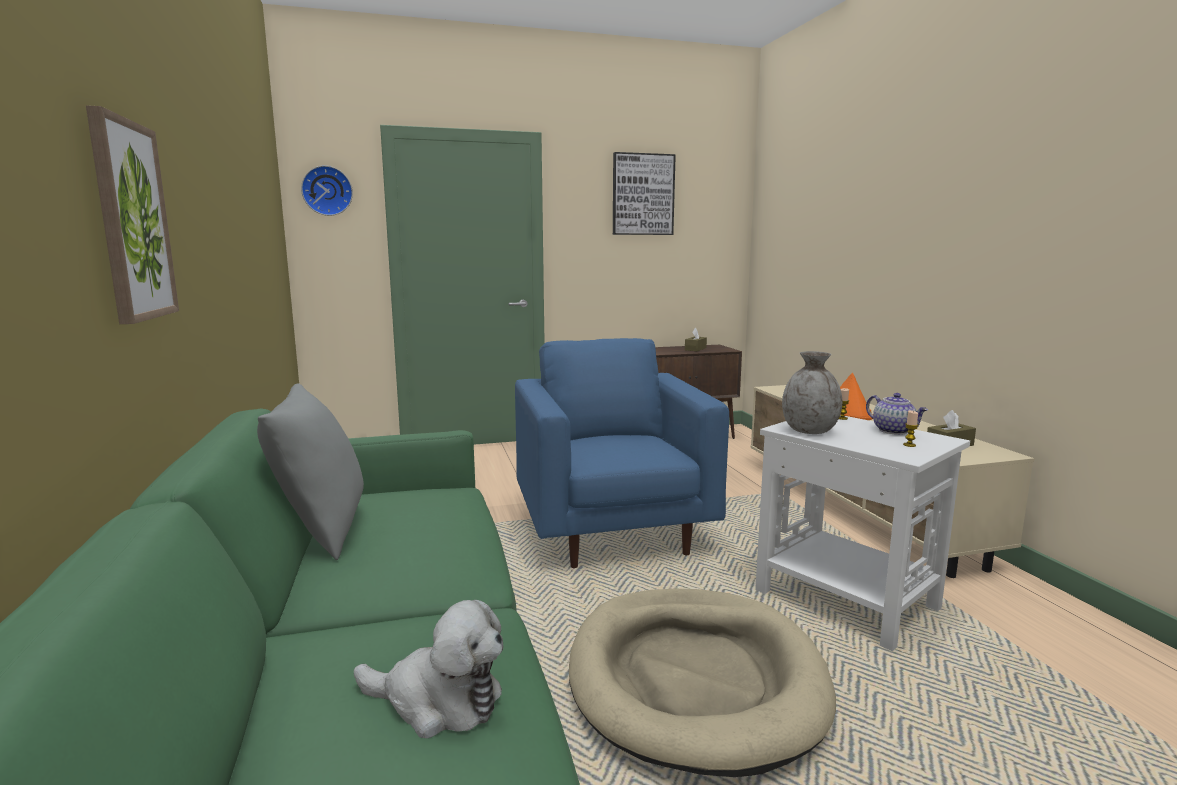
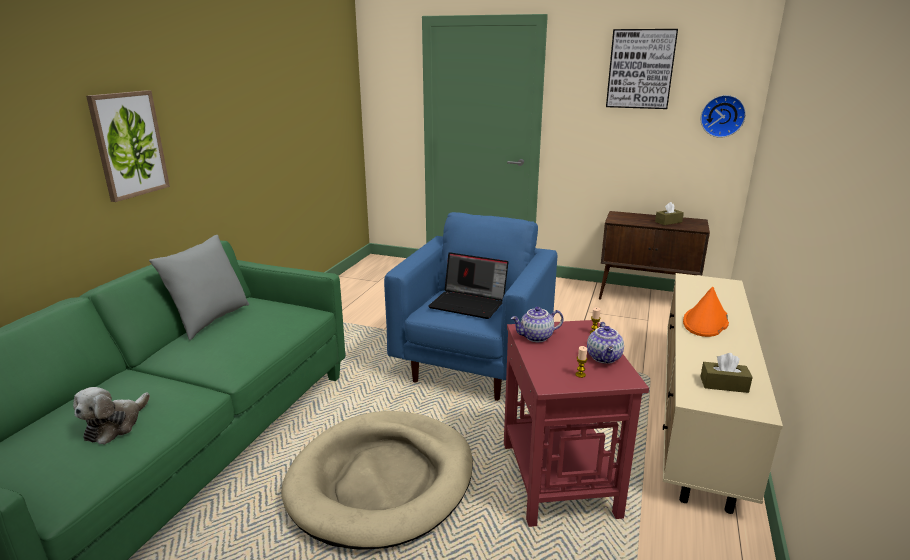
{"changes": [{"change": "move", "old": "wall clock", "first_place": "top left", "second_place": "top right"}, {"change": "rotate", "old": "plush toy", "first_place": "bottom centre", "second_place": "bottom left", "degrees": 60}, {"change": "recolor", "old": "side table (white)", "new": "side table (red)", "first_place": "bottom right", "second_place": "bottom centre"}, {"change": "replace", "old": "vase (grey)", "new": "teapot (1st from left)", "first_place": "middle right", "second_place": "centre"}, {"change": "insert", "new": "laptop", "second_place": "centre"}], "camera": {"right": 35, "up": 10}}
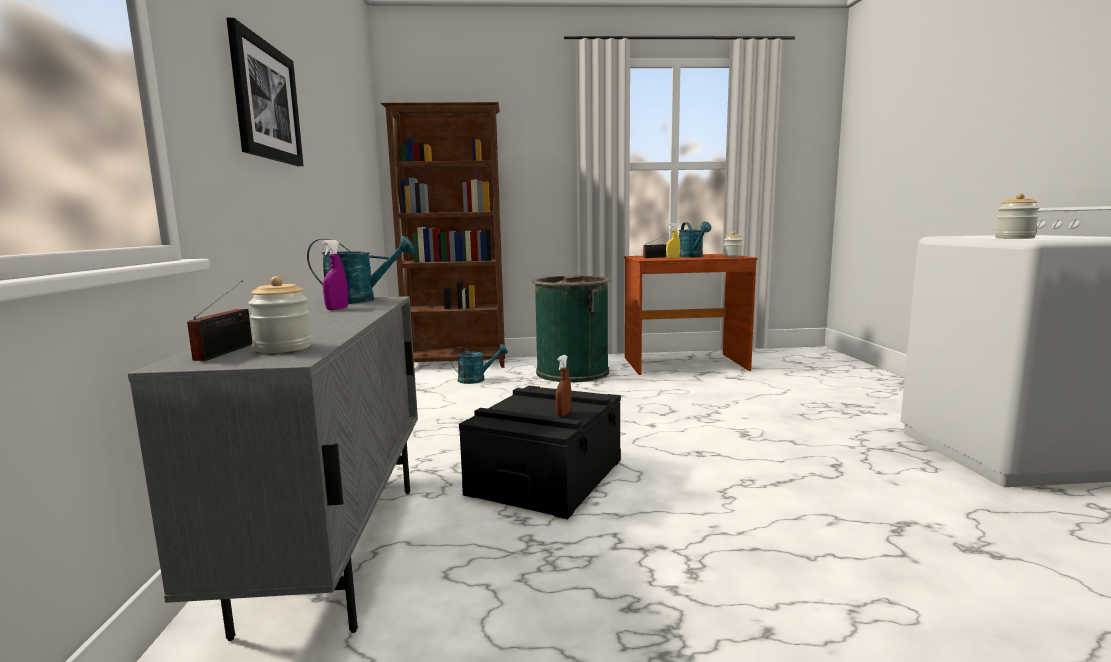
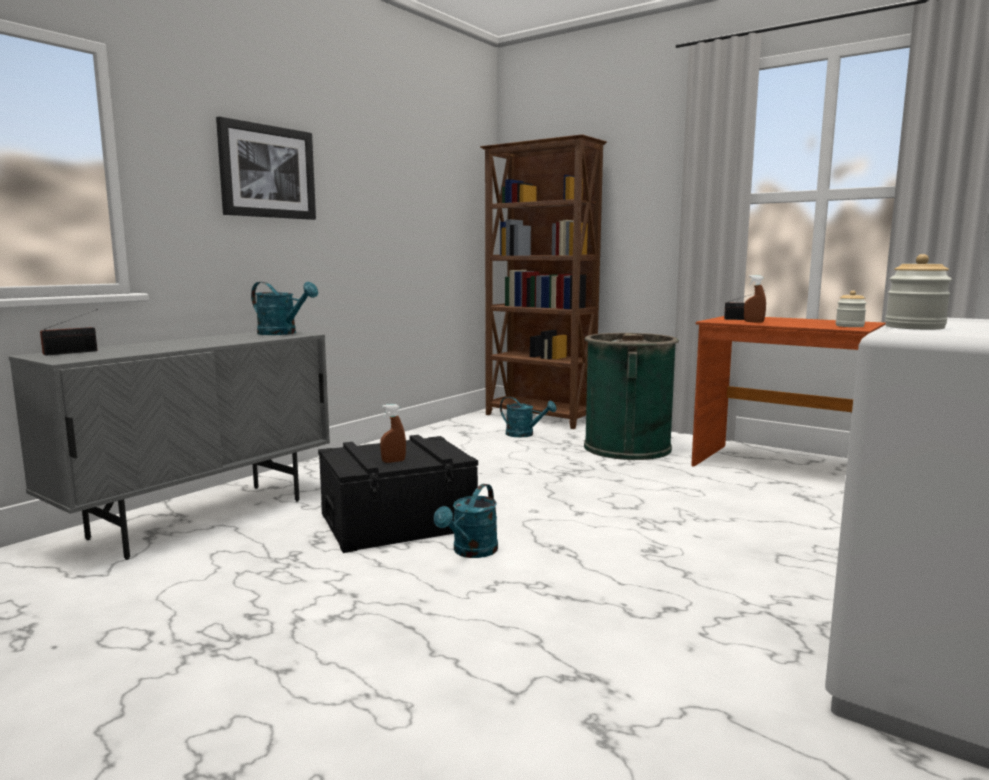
{"changes": [{"change": "delete", "old": "jar (1st from left)", "first_place": "middle left"}, {"change": "delete", "old": "spray bottle (purple)", "first_place": "middle left"}, {"change": "recolor", "old": "spray bottle (yellow)", "new": "spray bottle (brown) (2nd from left)", "first_place": "centre", "second_place": "middle right"}, {"change": "move", "old": "watering can (turquoise) (3rd from left in the first image)", "new": "watering can (turquoise) (2nd from left)", "first_place": "centre", "second_place": "bottom centre"}], "camera": {"right": 40, "up": 0}}
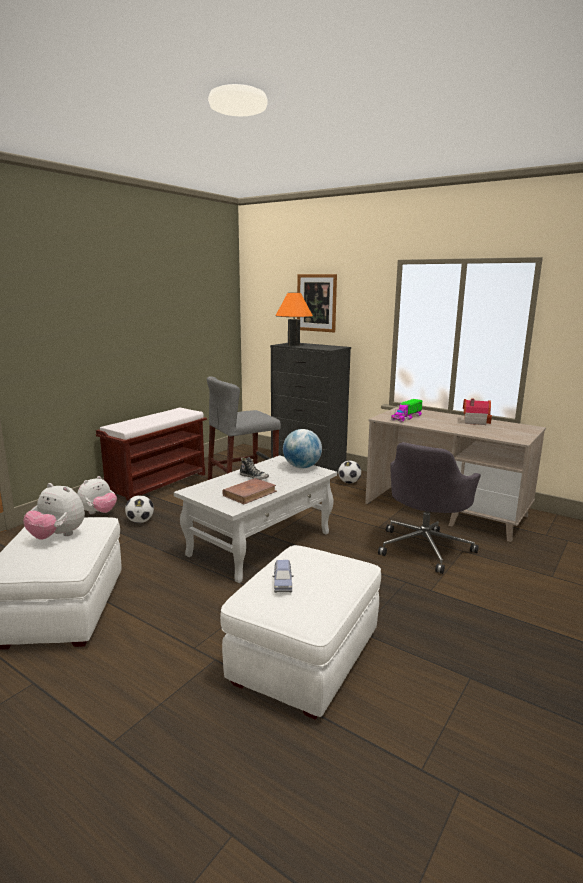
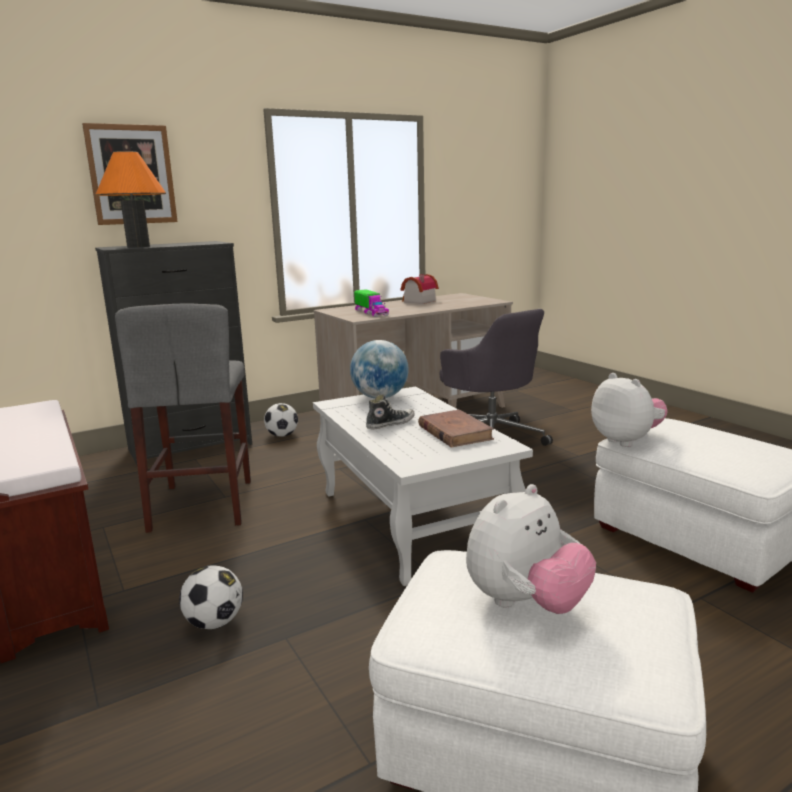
{"changes": [{"change": "move", "old": "plush toy (2nd from left)", "first_place": "middle left", "second_place": "middle right"}, {"change": "delete", "old": "toy car (blue)", "first_place": "centre"}], "camera": {"right": -65, "up": 0}}
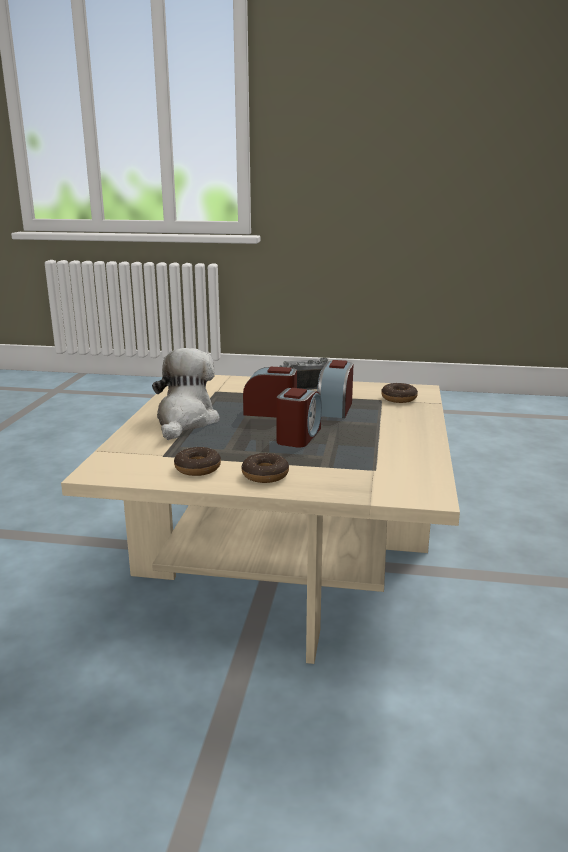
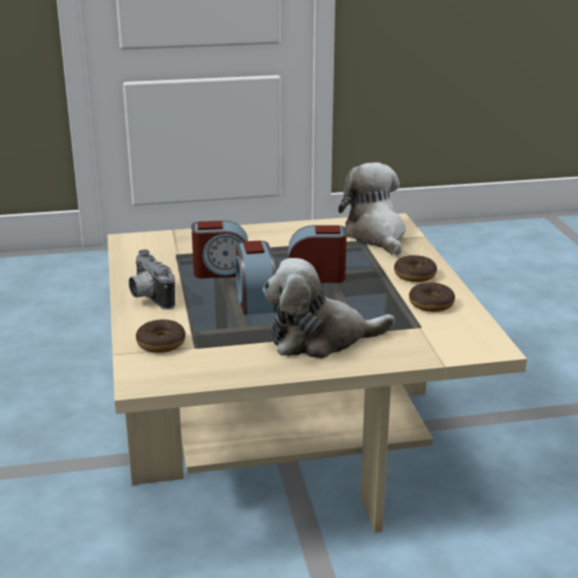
{"changes": [{"change": "move", "old": "donut (3rd from left in the first image)", "new": "donut (1st from left)", "first_place": "middle right", "second_place": "middle left"}, {"change": "insert", "new": "plush toy (2nd from left)", "second_place": "centre"}], "camera": {"right": -110, "up": 5}}
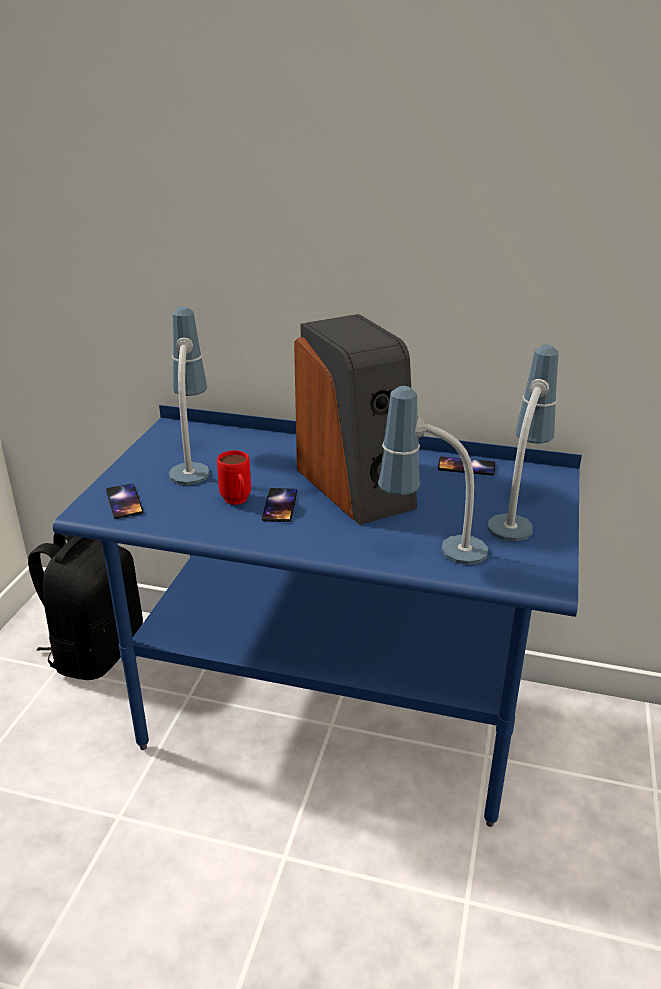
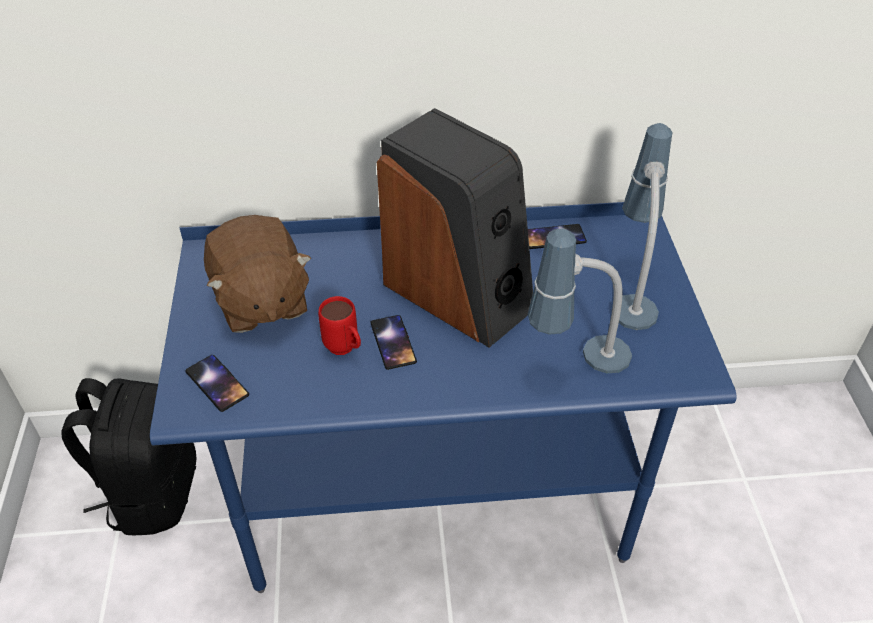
{"changes": [{"change": "replace", "old": "table lamp (1st from left)", "new": "plush toy (brown)", "first_place": "middle left", "second_place": "middle left"}], "camera": {"right": -20, "up": 15}}
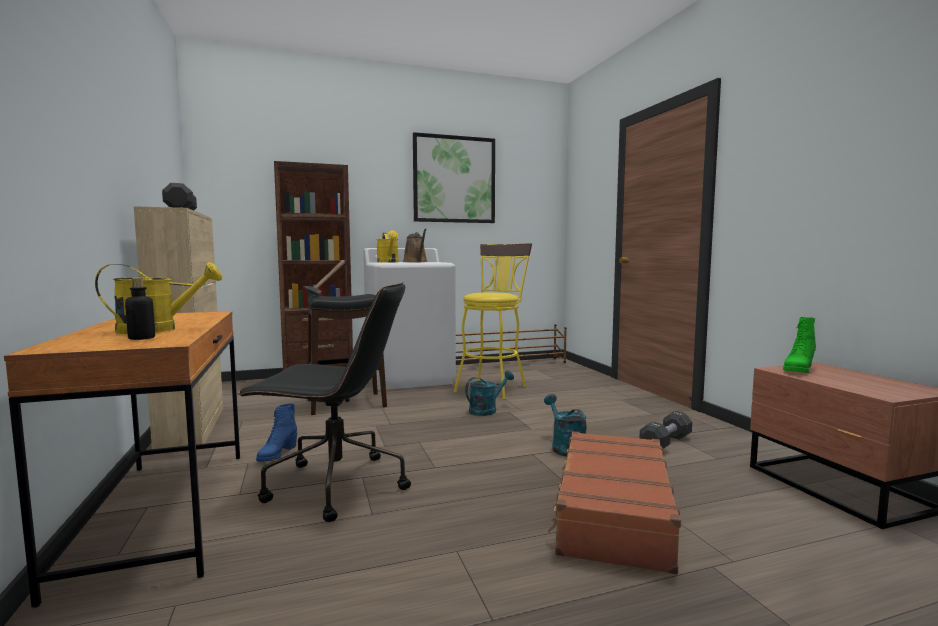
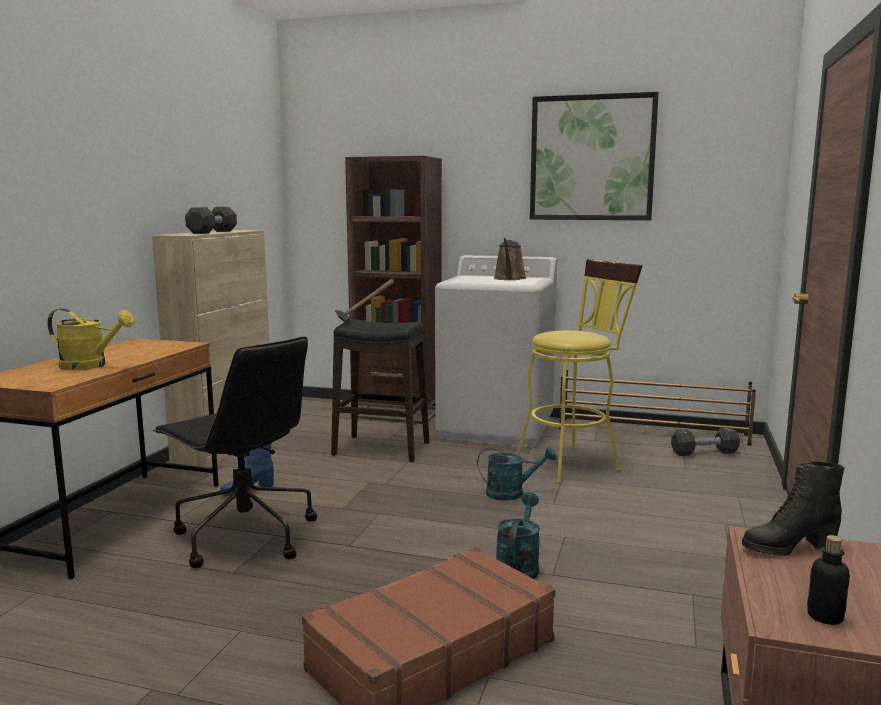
{"changes": [{"change": "move", "old": "bottle", "first_place": "middle left", "second_place": "bottom right"}, {"change": "delete", "old": "watering can (yellow) (2nd from left)", "first_place": "centre"}, {"change": "move", "old": "dumbbell (black) (2nd from left)", "first_place": "bottom right", "second_place": "middle right"}, {"change": "recolor", "old": "boot (green)", "new": "boot (black)", "first_place": "middle right", "second_place": "bottom right"}], "camera": {"right": 35, "up": 5}}
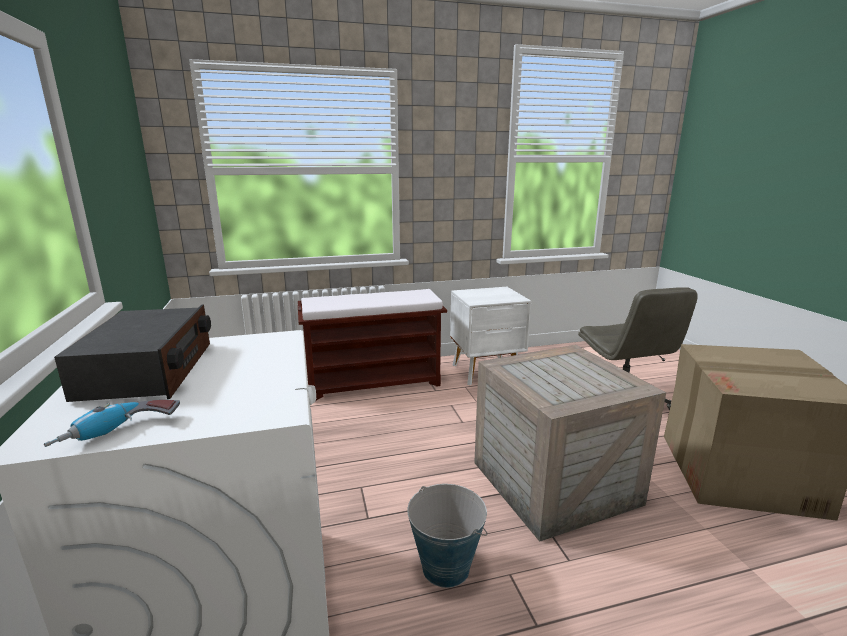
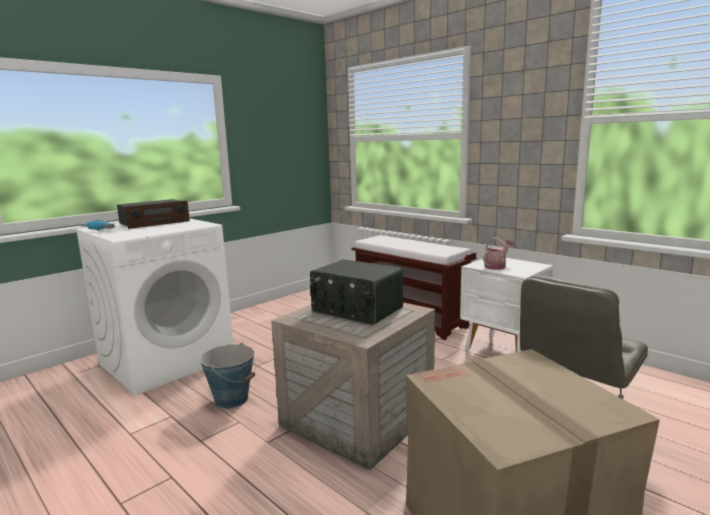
{"changes": [{"change": "insert", "new": "radio (2nd from left)", "second_place": "centre"}, {"change": "insert", "new": "watering can", "second_place": "middle right"}], "camera": {"right": 60, "up": -5}}
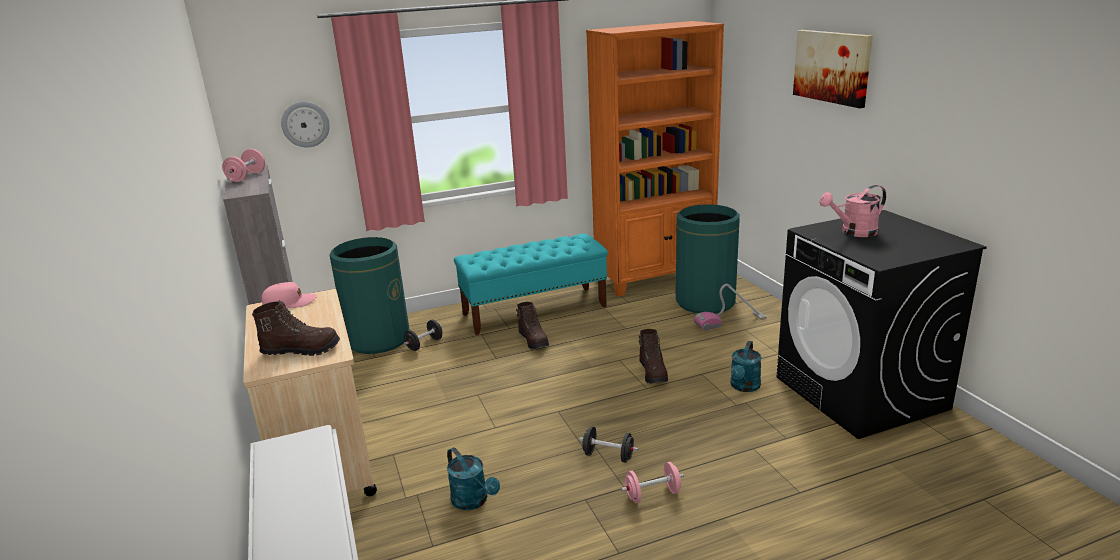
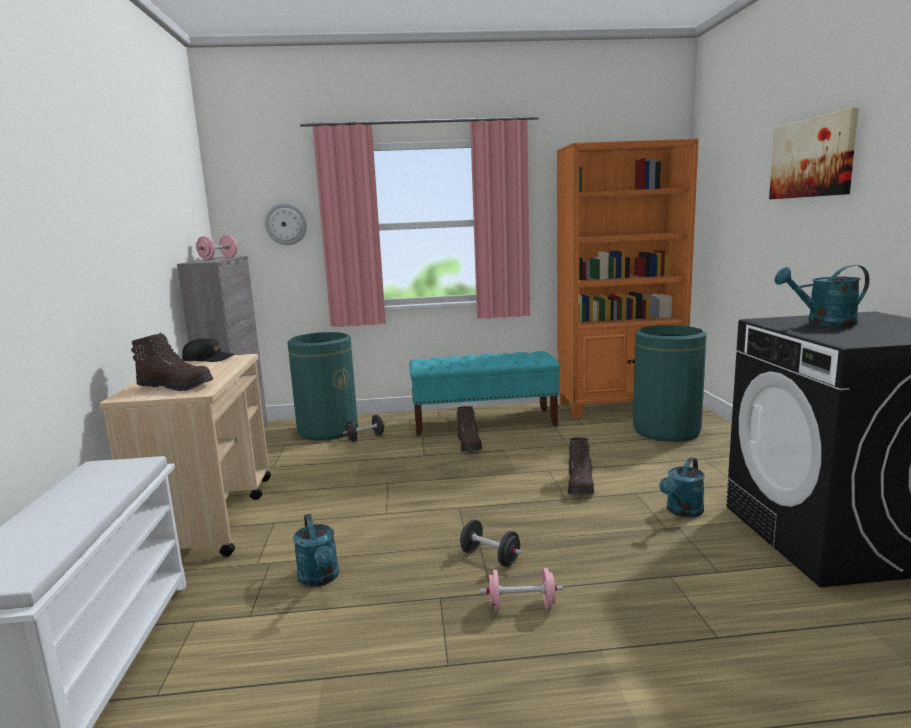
{"changes": [{"change": "recolor", "old": "cap (pink)", "new": "cap (black)", "first_place": "middle left", "second_place": "middle left"}, {"change": "delete", "old": "vacuum cleaner", "first_place": "centre"}, {"change": "recolor", "old": "watering can (pink)", "new": "watering can (turquoise) (3rd from left)", "first_place": "middle right", "second_place": "middle right"}], "camera": {"right": 15, "up": -10}}
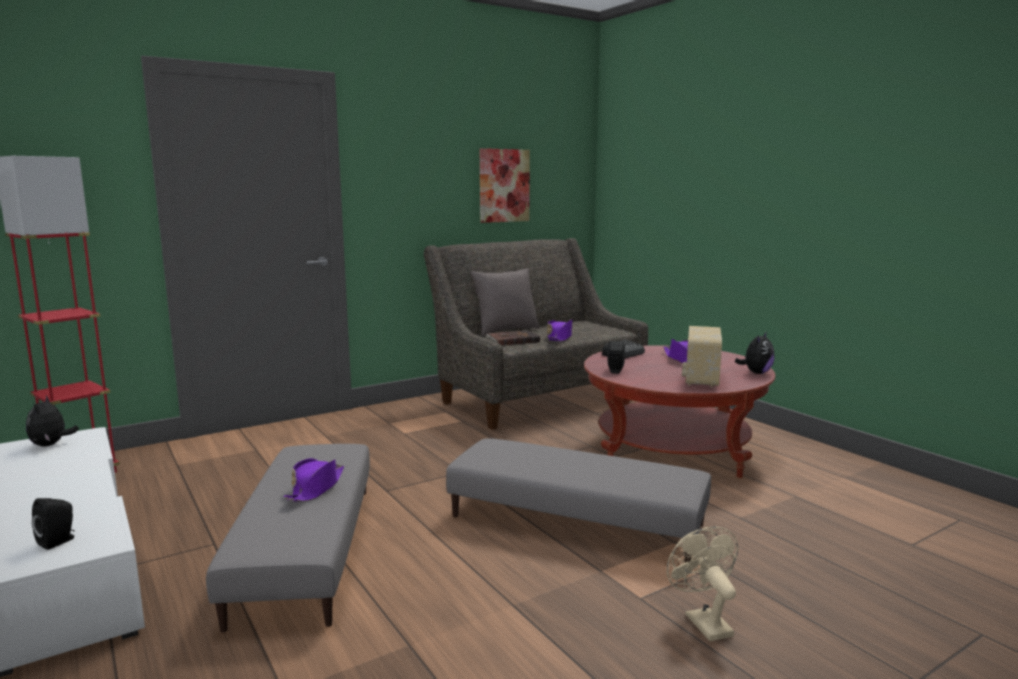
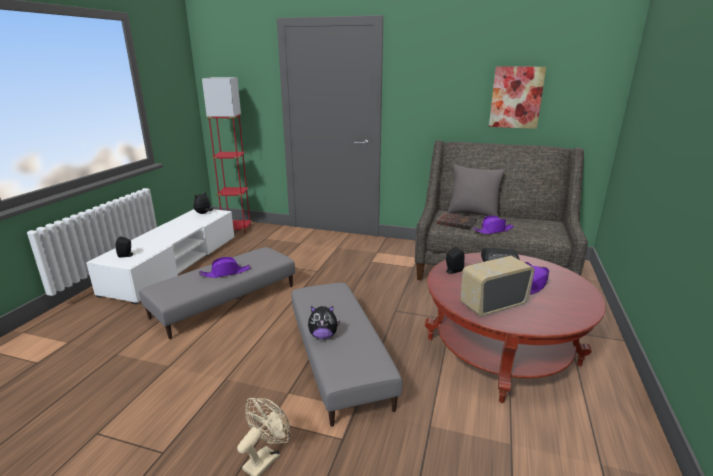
{"changes": [{"change": "move", "old": "plush toy (2nd from left)", "first_place": "middle right", "second_place": "bottom centre"}], "camera": {"right": 50, "up": 10}}
